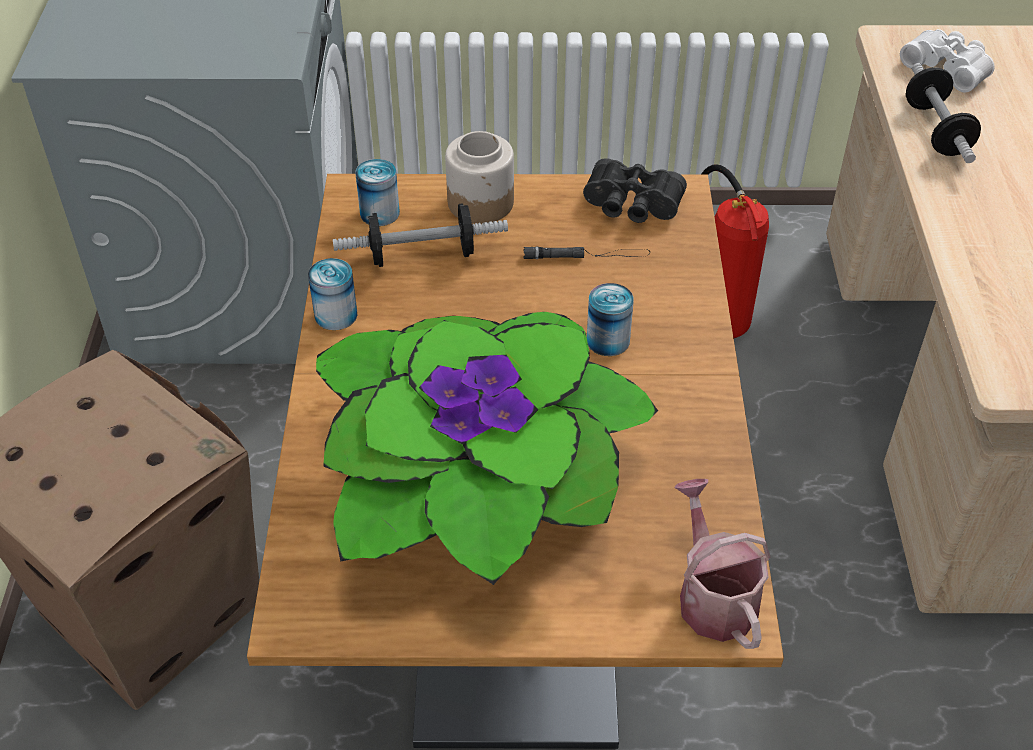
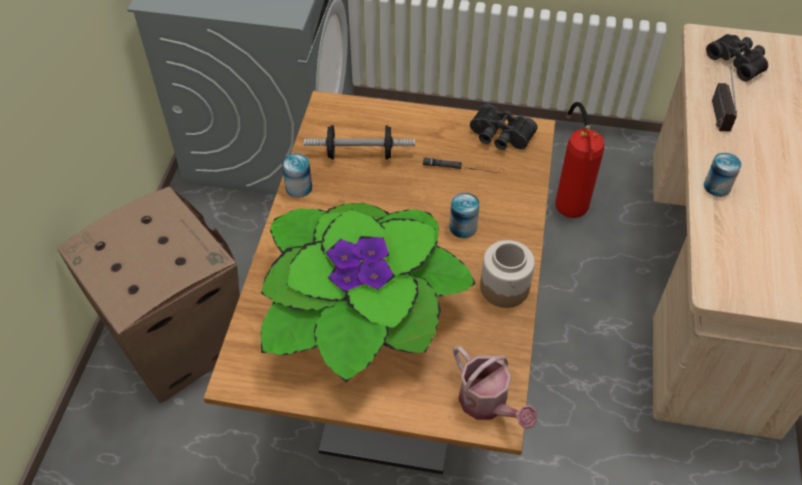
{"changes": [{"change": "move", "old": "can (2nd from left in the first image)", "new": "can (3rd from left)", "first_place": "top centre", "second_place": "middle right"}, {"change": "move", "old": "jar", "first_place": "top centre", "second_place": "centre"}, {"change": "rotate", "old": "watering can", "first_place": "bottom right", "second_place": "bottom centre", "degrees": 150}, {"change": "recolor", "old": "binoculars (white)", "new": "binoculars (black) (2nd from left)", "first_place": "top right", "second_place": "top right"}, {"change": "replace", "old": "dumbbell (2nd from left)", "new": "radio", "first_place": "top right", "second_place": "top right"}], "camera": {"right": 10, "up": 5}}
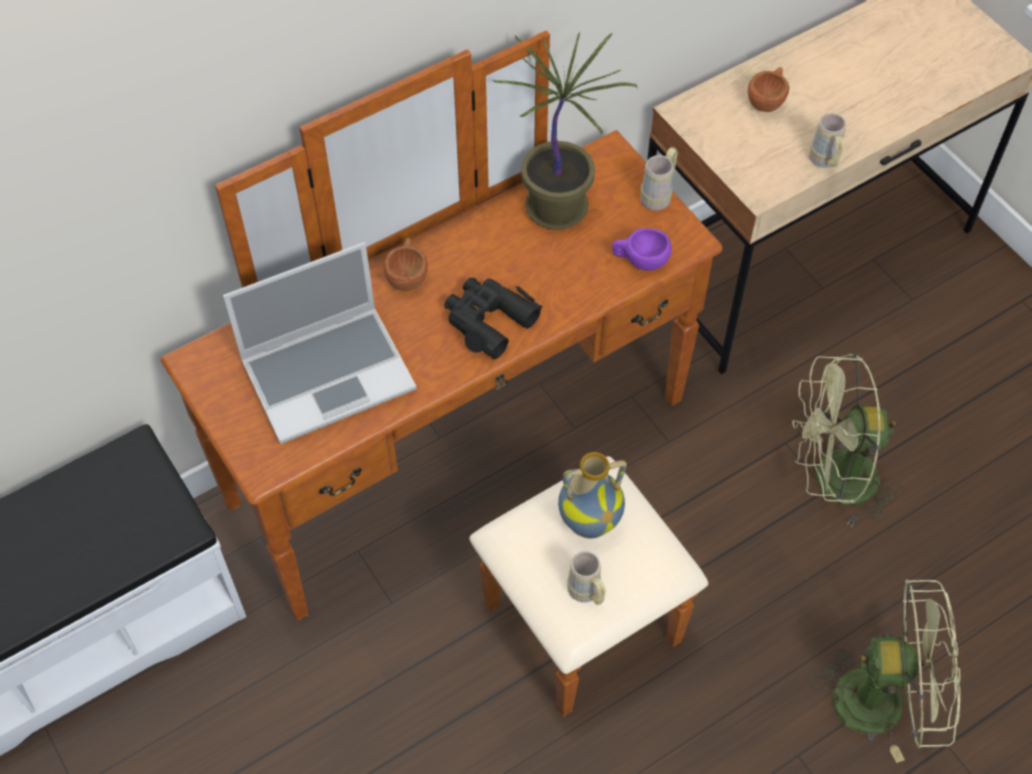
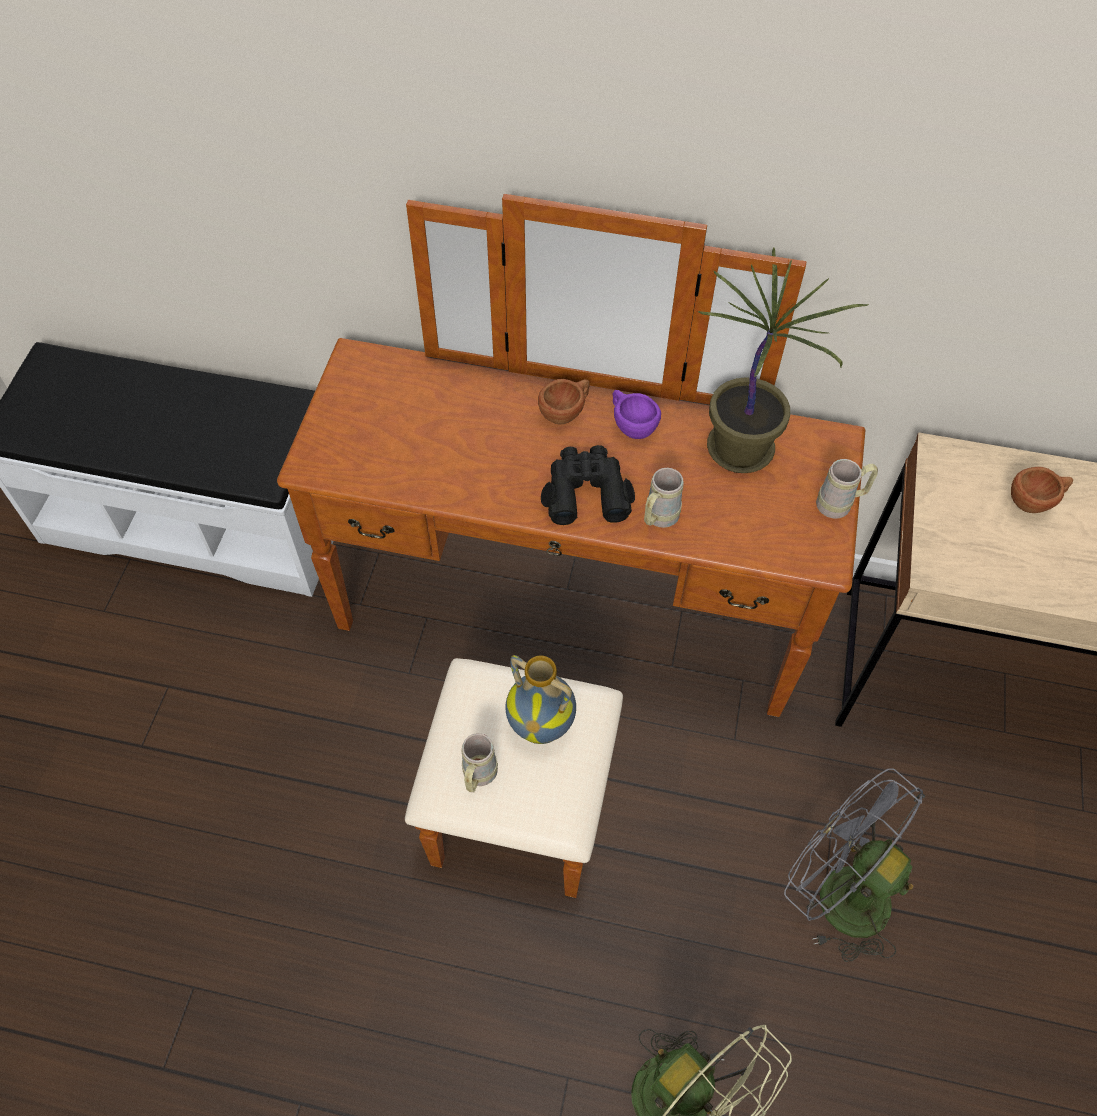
{"changes": [{"change": "delete", "old": "laptop", "first_place": "middle left"}, {"change": "move", "old": "cup (purple)", "first_place": "top centre", "second_place": "centre"}, {"change": "recolor", "old": "fan (green) (1st from left)", "new": "fan (grey)", "first_place": "middle right", "second_place": "bottom right"}, {"change": "move", "old": "mug (beige) (3rd from left in the first image)", "new": "mug (beige) (2nd from left)", "first_place": "top right", "second_place": "centre"}], "camera": {"right": 45, "up": 0}}
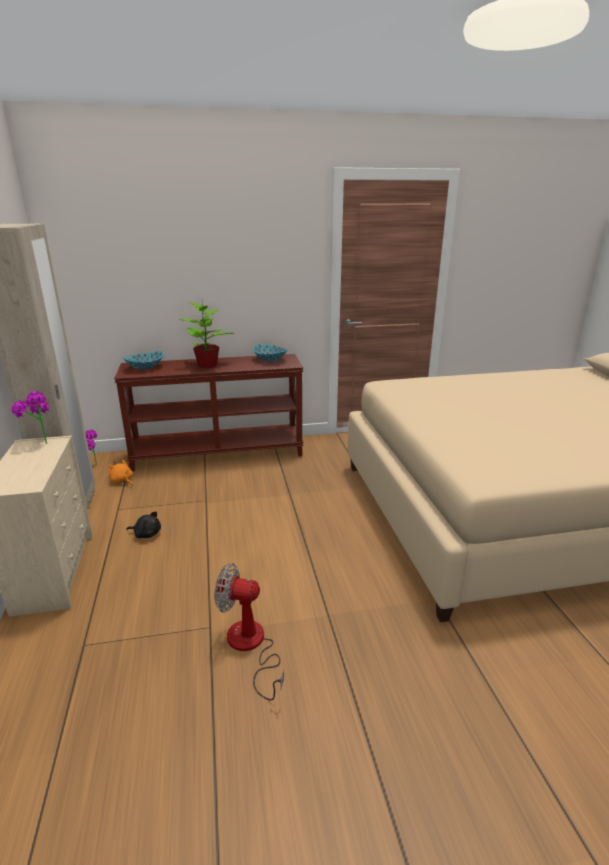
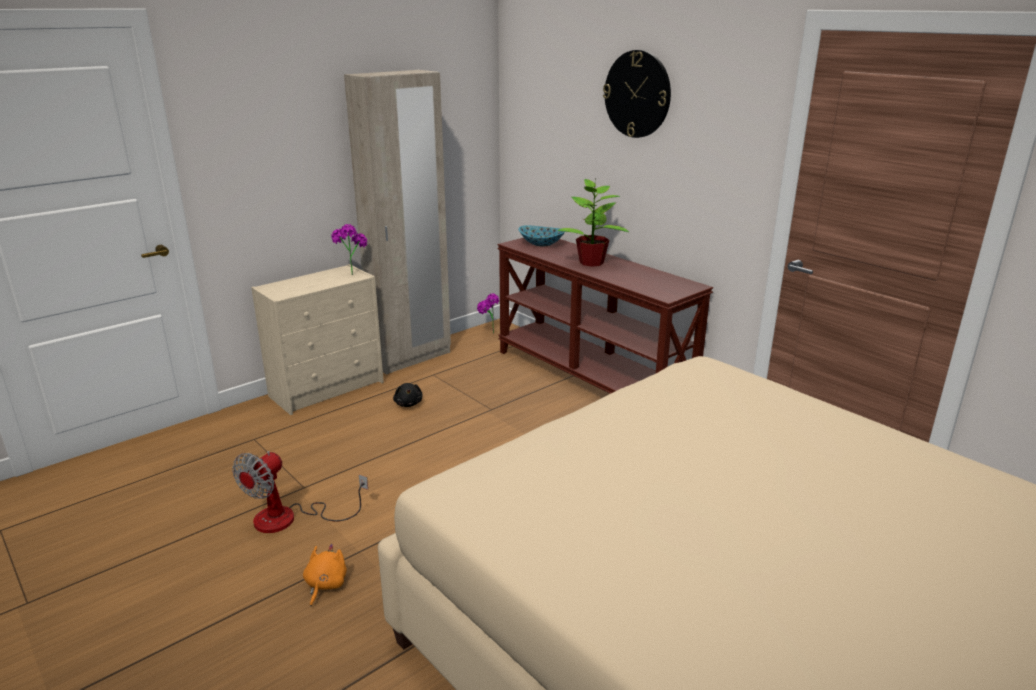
{"changes": [{"change": "move", "old": "plush toy (orange)", "first_place": "middle left", "second_place": "bottom left"}, {"change": "rotate", "old": "fan", "first_place": "bottom centre", "second_place": "bottom left", "degrees": -135}, {"change": "delete", "old": "bowl (2nd from left)", "first_place": "centre"}, {"change": "insert", "new": "wall clock", "second_place": "top centre"}], "camera": {"right": 60, "up": 0}}
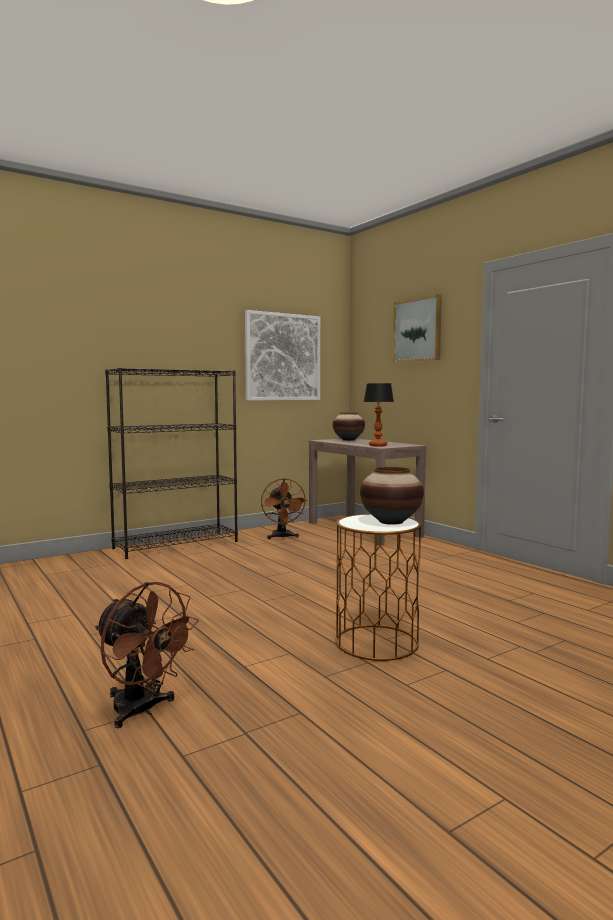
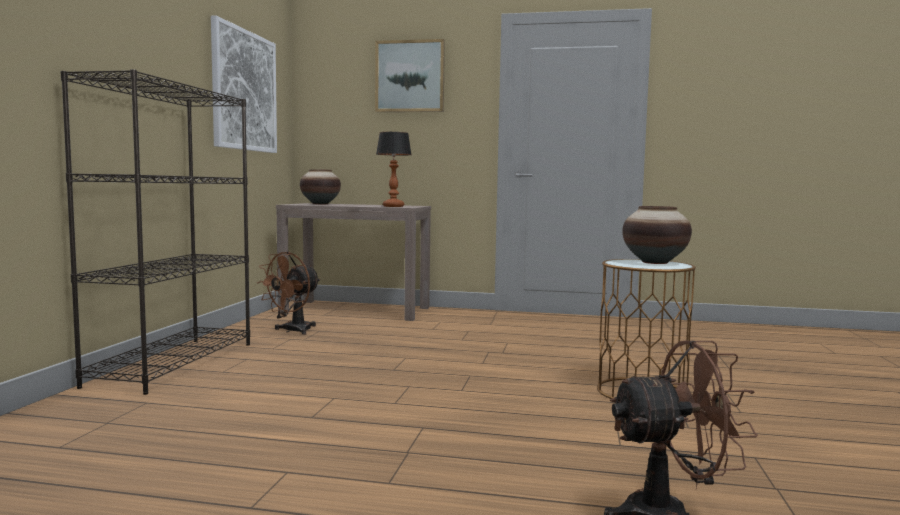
{"changes": [{"change": "rotate", "old": "fan (brown) (2nd from left in the first image)", "first_place": "centre", "second_place": "middle left", "degrees": 90}], "camera": {"right": -45, "up": 0}}
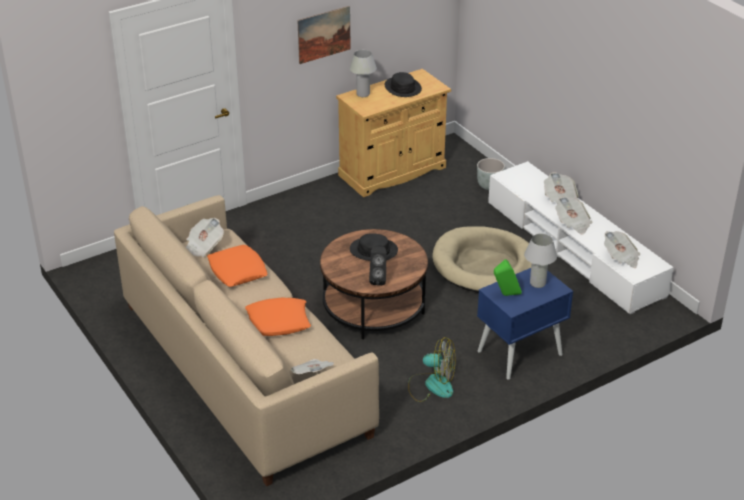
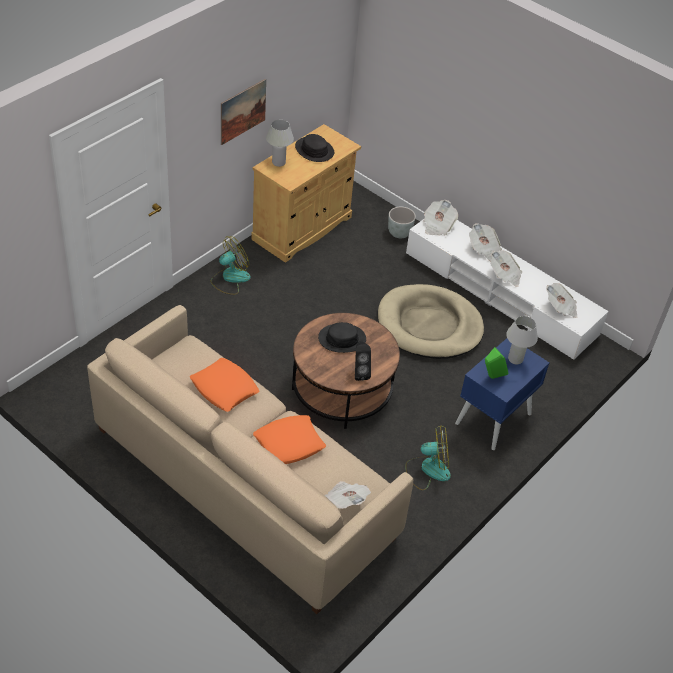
{"changes": [{"change": "move", "old": "newspaper (1st from left in the first image)", "new": "newspaper (2nd from left)", "first_place": "middle left", "second_place": "top centre"}, {"change": "insert", "new": "fan (1st from left)", "second_place": "centre"}], "camera": {"right": -20, "up": 10}}
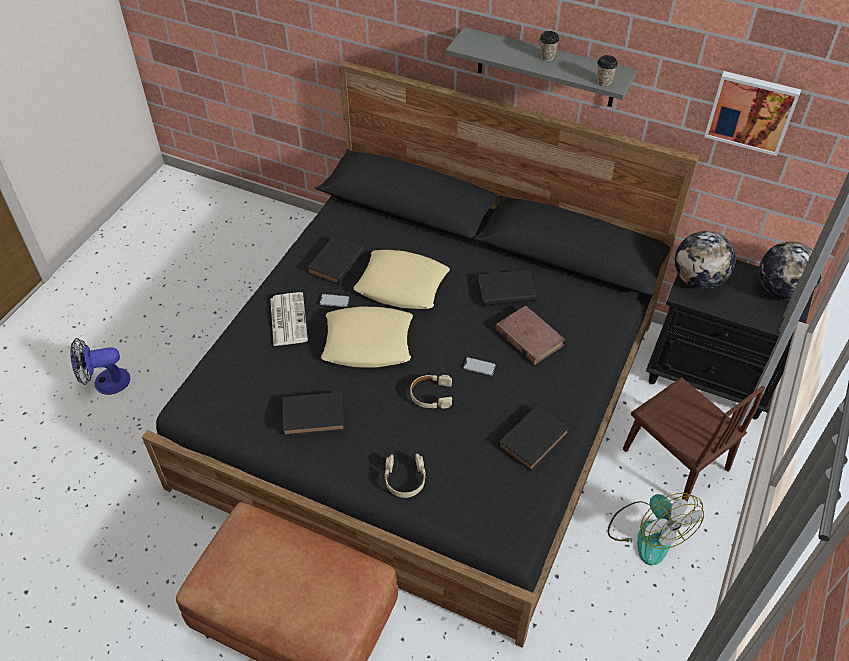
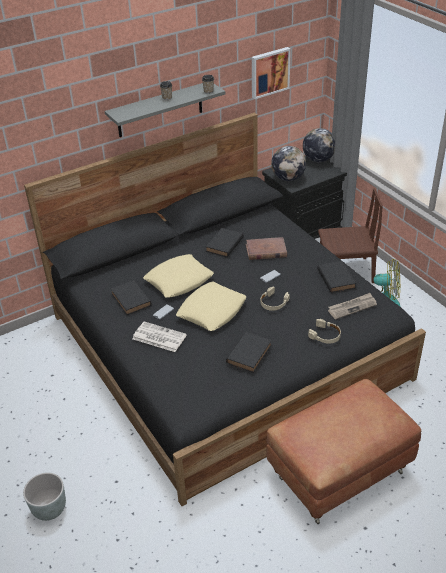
{"changes": [{"change": "replace", "old": "fan (1st from left)", "new": "planter (grey)", "first_place": "middle left", "second_place": "bottom left"}, {"change": "insert", "new": "newspaper (2nd from left)", "second_place": "middle right"}], "camera": {"right": -55, "up": -10}}
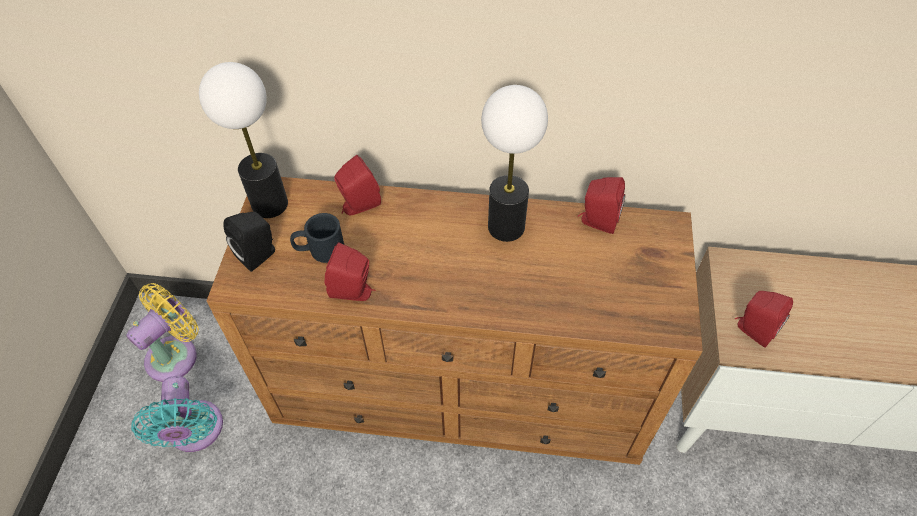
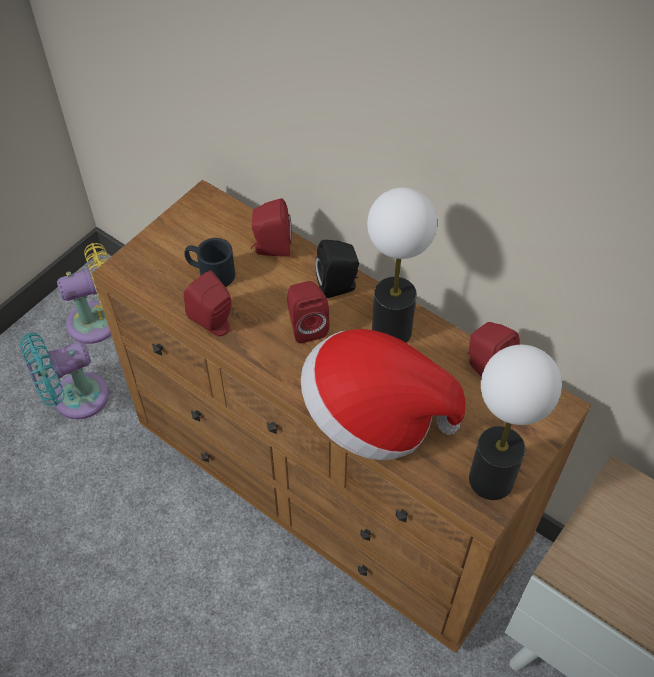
{"changes": [{"change": "rotate", "old": "fan (turquoise)", "first_place": "bottom left", "second_place": "middle left", "degrees": 45}, {"change": "move", "old": "table lamp (1st from left in the first image)", "new": "table lamp (2nd from left)", "first_place": "top left", "second_place": "middle right"}, {"change": "move", "old": "speaker (black)", "first_place": "middle left", "second_place": "centre"}, {"change": "move", "old": "speaker (red) (4th from left in the first image)", "new": "speaker (red) (3rd from left)", "first_place": "middle right", "second_place": "centre"}, {"change": "insert", "new": "hat", "second_place": "centre"}], "camera": {"right": 30, "up": 0}}
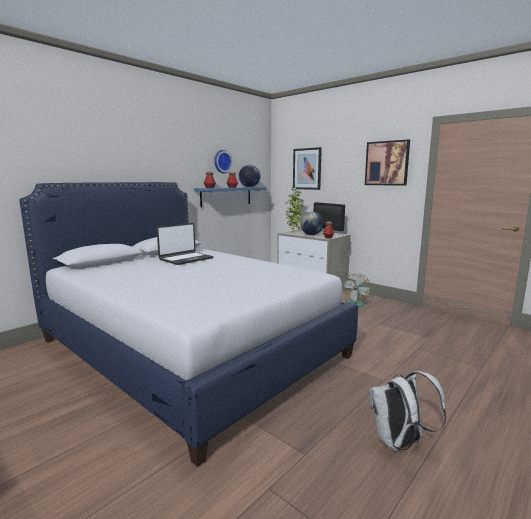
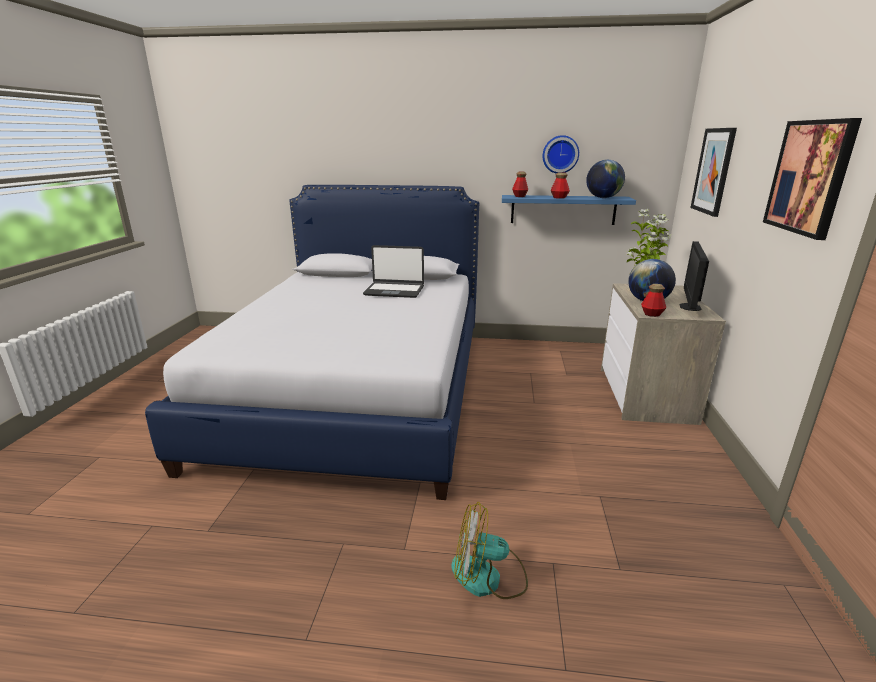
{"changes": [{"change": "move", "old": "fan", "first_place": "middle right", "second_place": "bottom centre"}, {"change": "delete", "old": "backpack (white)", "first_place": "bottom right"}], "camera": {"right": 55, "up": 10}}
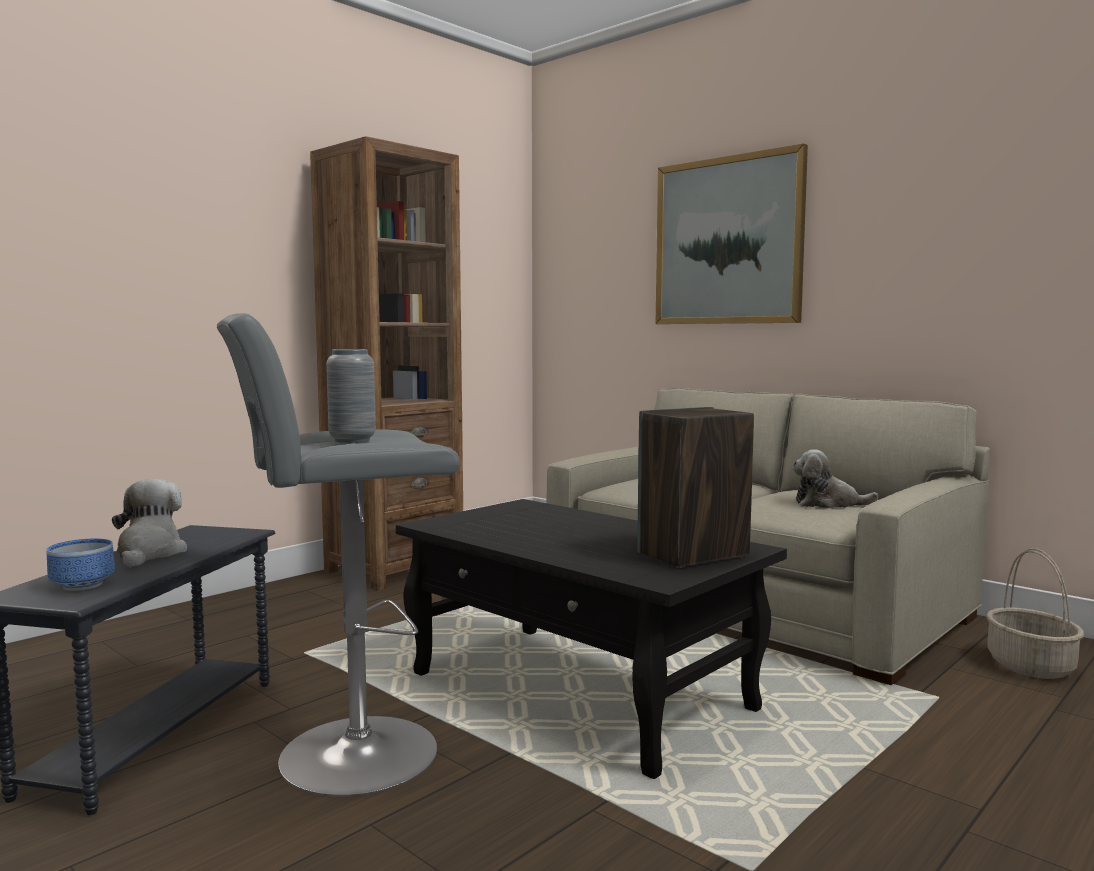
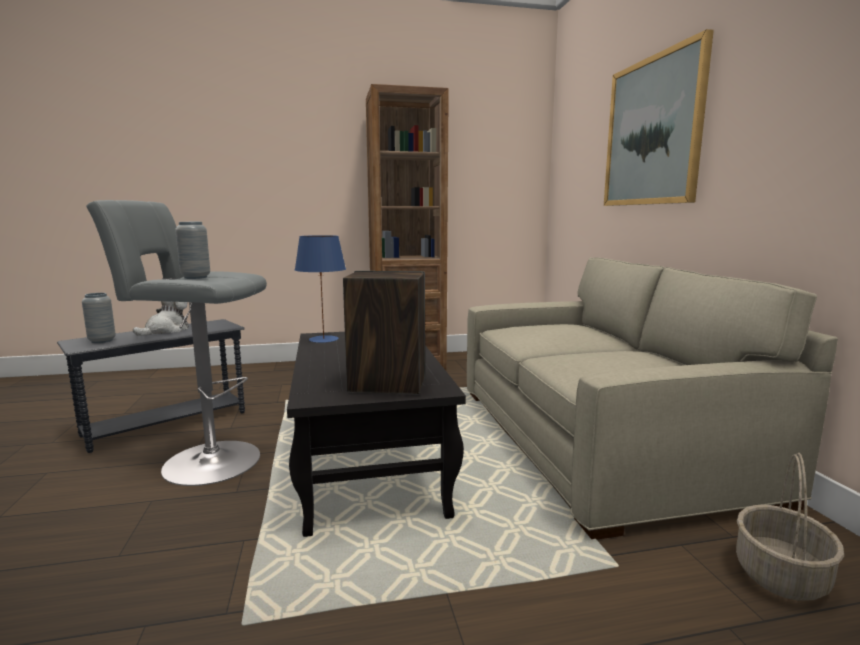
{"changes": [{"change": "replace", "old": "bowl", "new": "vase (grey) (1st from left)", "first_place": "middle left", "second_place": "middle left"}, {"change": "delete", "old": "plush toy (2nd from left)", "first_place": "middle right"}, {"change": "insert", "new": "table lamp (blue)", "second_place": "centre"}], "camera": {"right": 35, "up": 5}}
